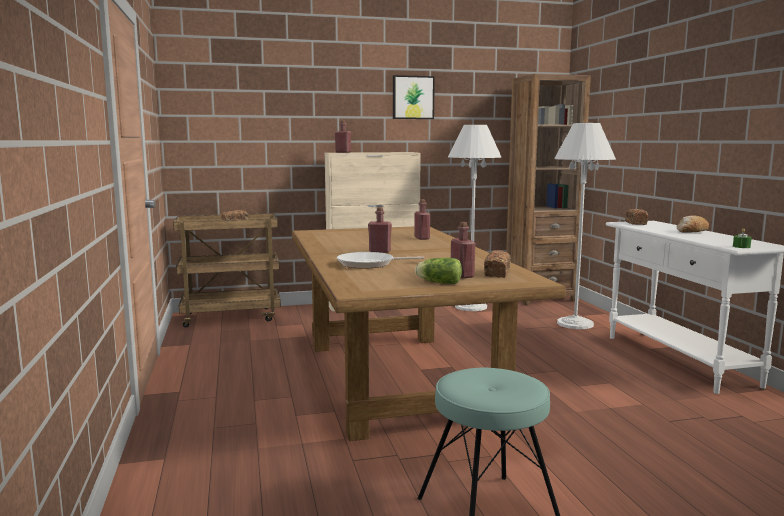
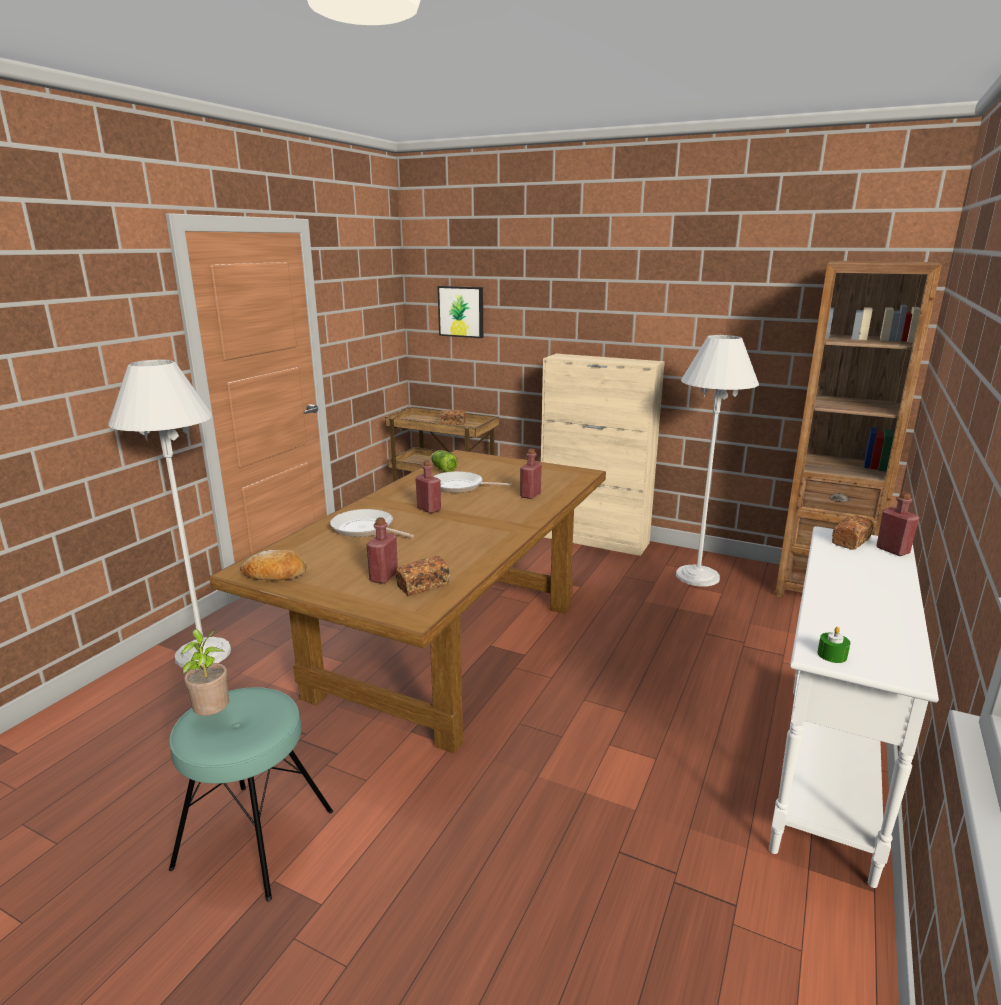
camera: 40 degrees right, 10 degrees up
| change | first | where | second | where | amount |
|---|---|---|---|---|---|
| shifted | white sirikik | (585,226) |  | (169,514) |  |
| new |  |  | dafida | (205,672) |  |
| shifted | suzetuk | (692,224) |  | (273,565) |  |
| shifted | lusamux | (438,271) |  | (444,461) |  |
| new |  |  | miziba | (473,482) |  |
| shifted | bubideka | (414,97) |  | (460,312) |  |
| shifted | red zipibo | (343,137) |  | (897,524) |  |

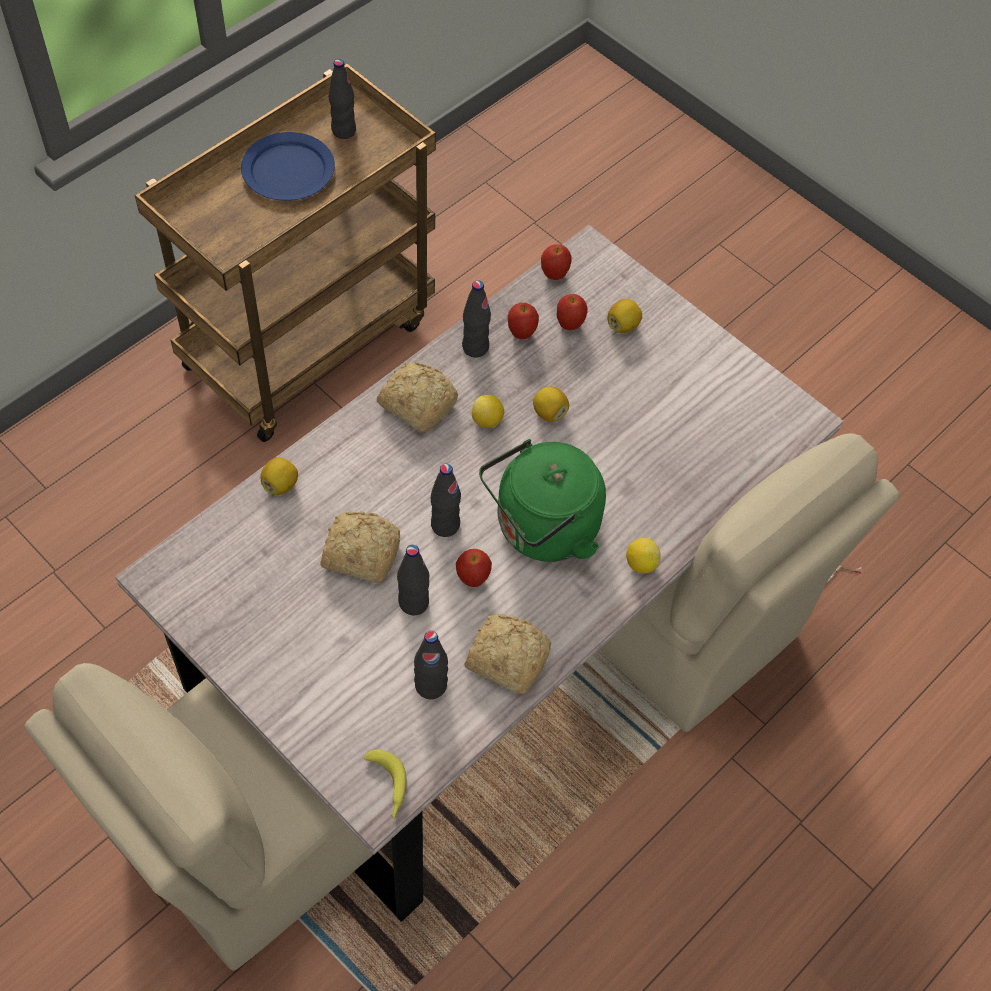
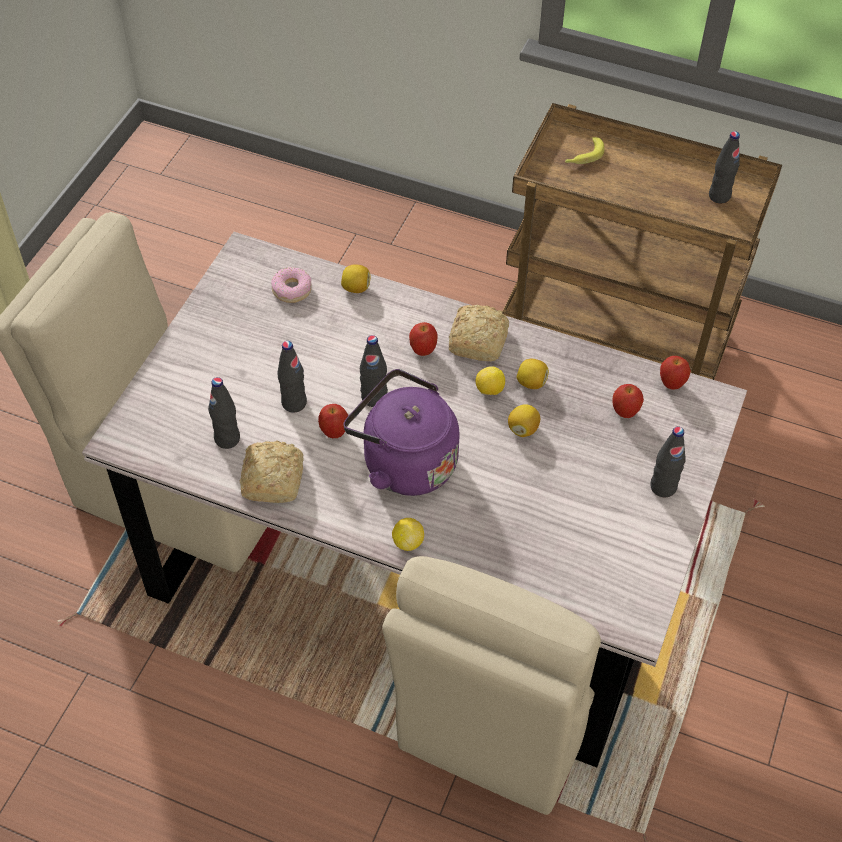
camera: 70 degrees right, 5 degrees down
| change | first | where | second | where | amount |
|---|---|---|---|---|---|
| new |  |  | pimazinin | (291,285) |  |
| repainted | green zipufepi | (542,500) | purple zipufepi | (401,432) |  |
| shifted | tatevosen | (523,321) |  | (423,339) |  |
| shifted | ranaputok | (624,316) |  | (532,374) |  |
| shifted | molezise | (385,784) |  | (585,150) |  |
| shifted | black zipibo | (476,319) |  | (668,462) |  |
| gone | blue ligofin | (288,166) |  |  |  |
| gone | suzetuk | (360,547) |  |  |  |

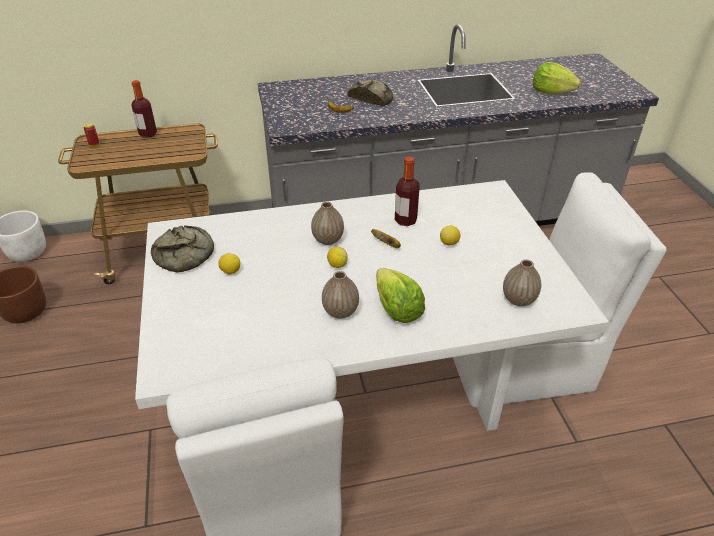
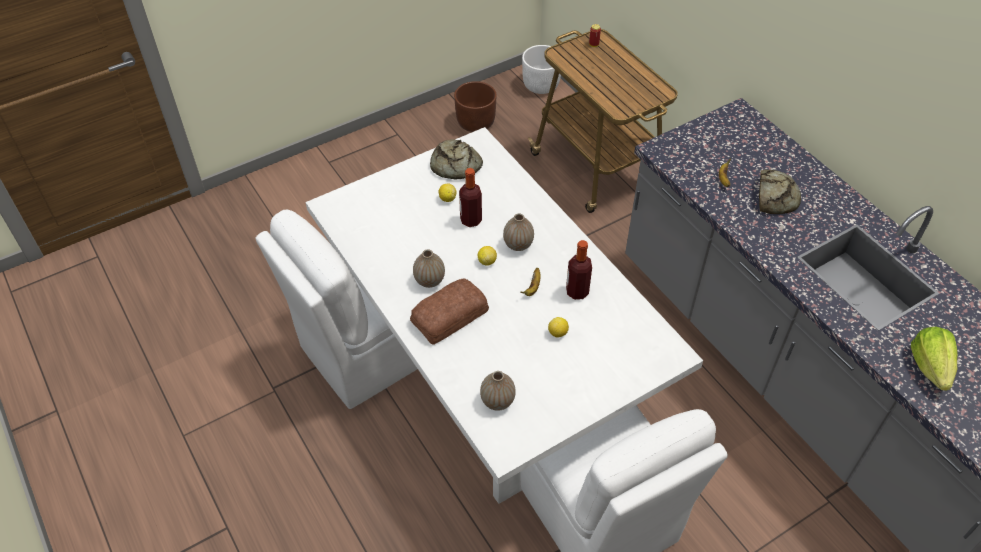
camera: 70 degrees right, 10 degrees up
| change | first | where | second | where | amount |
|---|---|---|---|---|---|
| swapped | lusamux | (400,295) | suzetuk | (449,312) |  |
| shifted | zipibo | (144,109) |  | (470,197) |  |

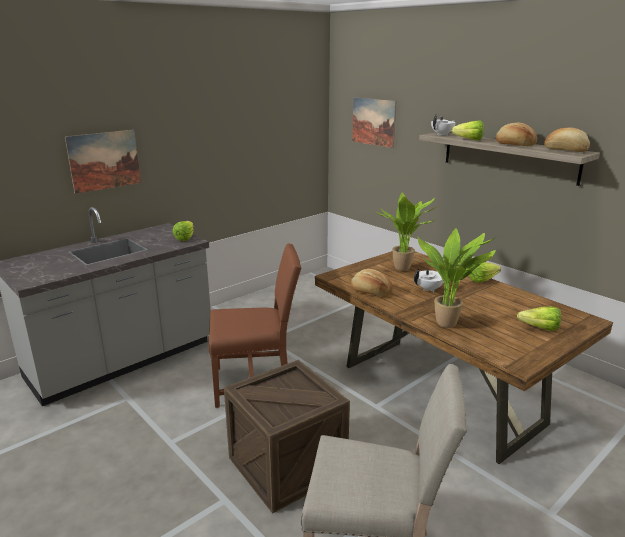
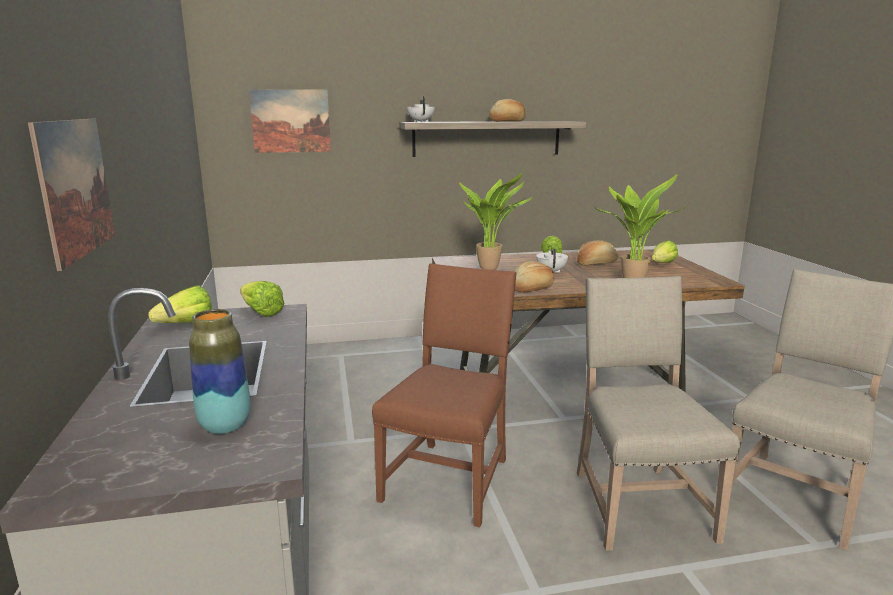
camera: 60 degrees left, 5 degrees down
| change | first | where | second | where | amount |
|---|---|---|---|---|---|
| shifted | lusamux | (468,130) |  | (180,304) |  |
| new |  |  | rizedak | (220,371) |  |
| shifted | suzetuk | (567,139) |  | (597,253) |  |
| swapped | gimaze | (287,437) | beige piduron | (658,413) |  |

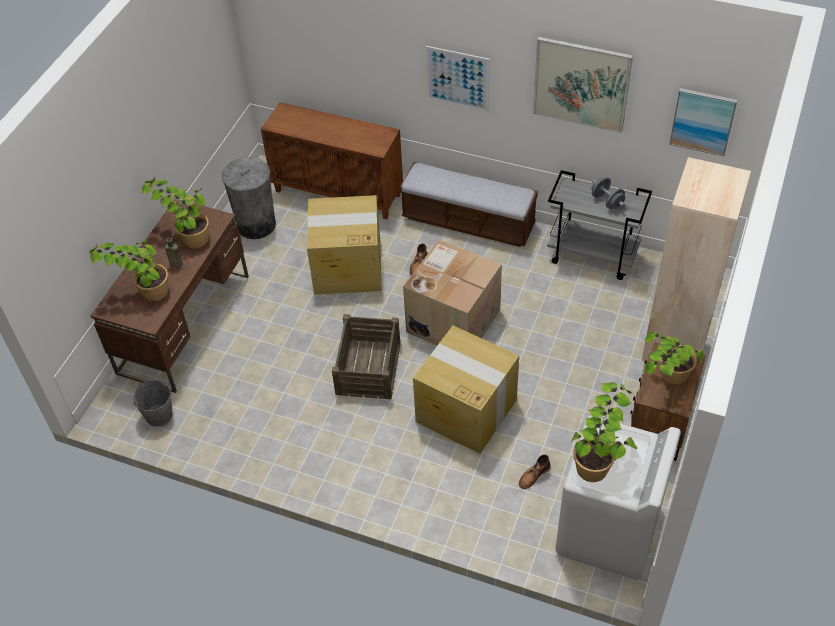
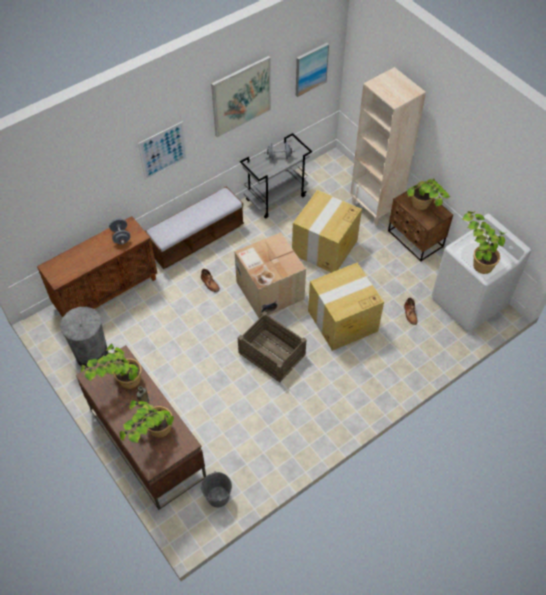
camera: 60 degrees left, 5 degrees up
| change | first | where | second | where | amount |
|---|---|---|---|---|---|
| new |  |  | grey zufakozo | (120,231) |  |
| shifted | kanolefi | (344,245) |  | (327,231) |  |

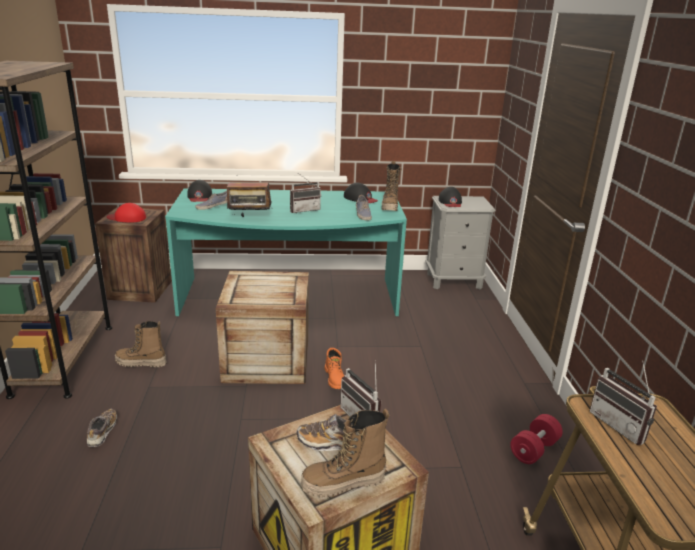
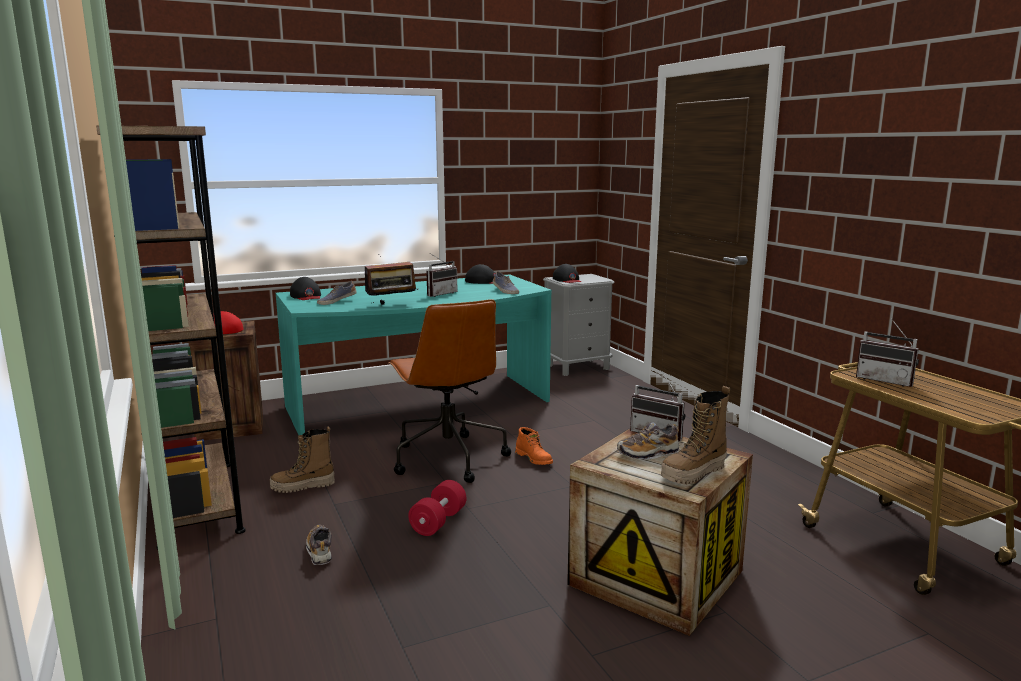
camera: 20 degrees left, 10 degrees down
| change | first | where | second | where | amount |
|---|---|---|---|---|---|
| swapped | gimaze | (262,327) | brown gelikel | (449,391) |  |
| shifted | red zufakozo | (536,439) |  | (437,508) |  |
| gone | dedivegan | (391,186) |  |  |  |

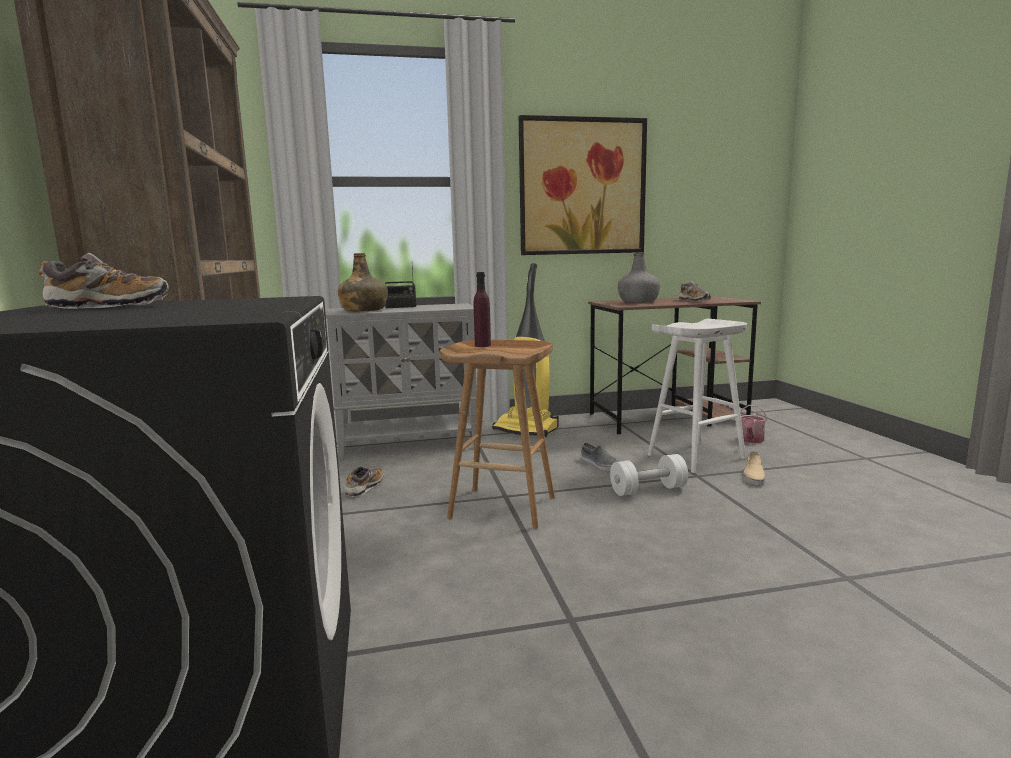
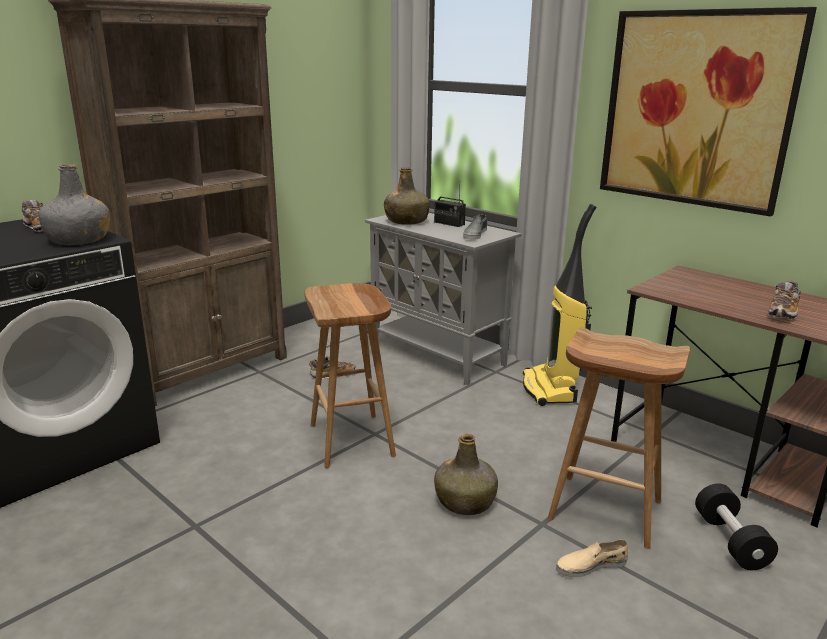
camera: 55 degrees right, 10 degrees up
| change | first | where | second | where | amount |
|---|---|---|---|---|---|
| shifted | grey zipibo | (639,277) |  | (74,204) |  |
| swapped | white zufakozo | (649,475) | green zipibo | (466,474) |  |
| shifted | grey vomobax | (600,457) |  | (475,226) |  |
| repainted | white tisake | (697,396) | brown tisake | (619,438) |  |
| swapped | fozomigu | (753,424) | black zufakozo | (736,527) |  |
| gone | purple zipibo | (482,309) |  |  |  |

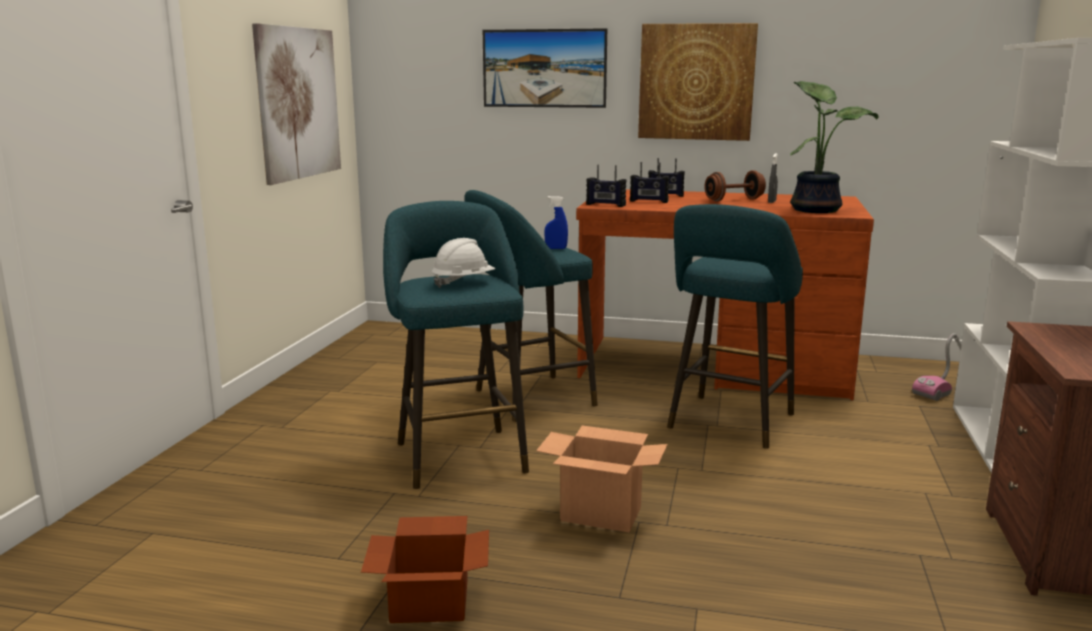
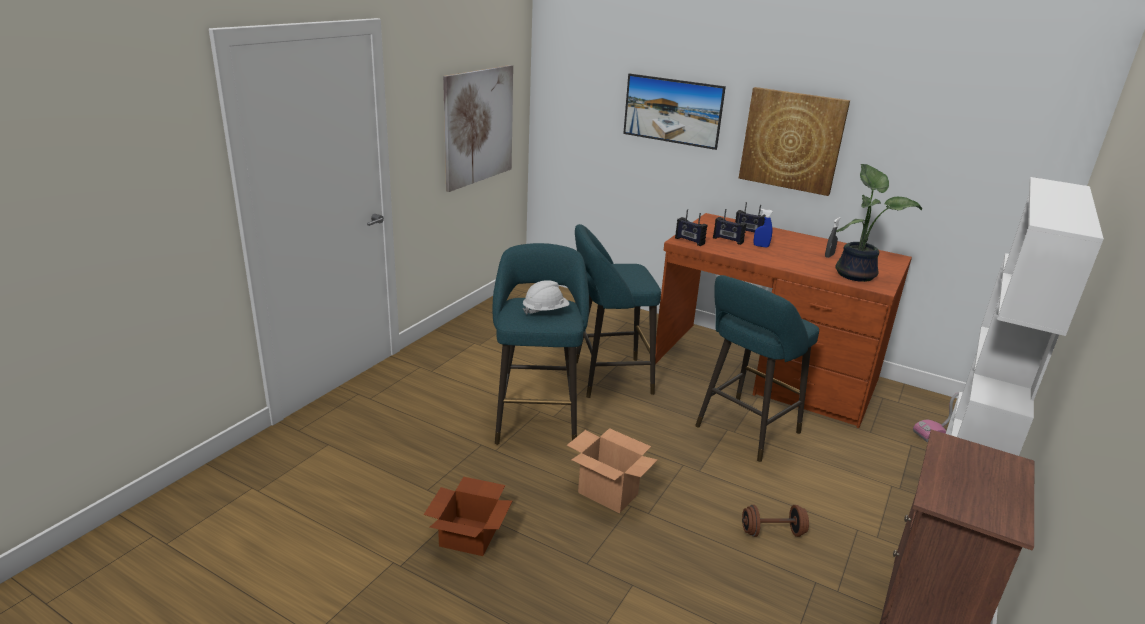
camera: 15 degrees right, 10 degrees up
| change | first | where | second | where | amount |
|---|---|---|---|---|---|
| shifted | brown zufakozo | (735,186) |  | (775,521) |  |
| shifted | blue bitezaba | (556,222) |  | (763,228) |  |

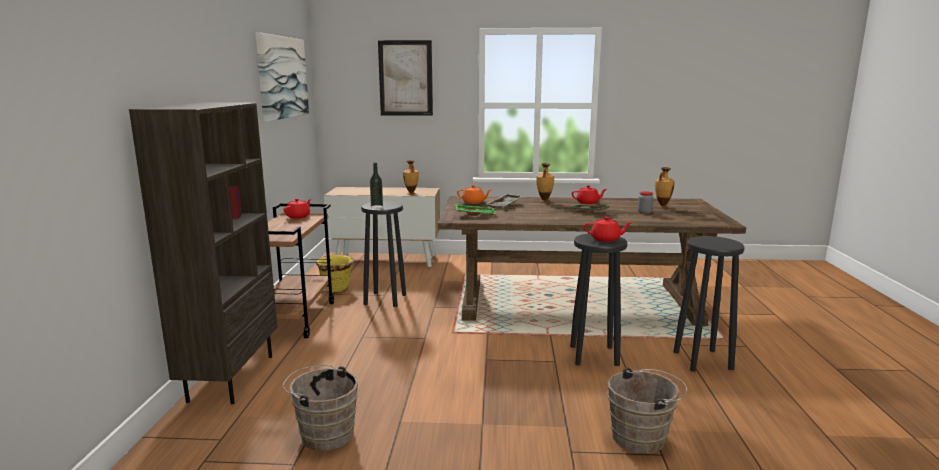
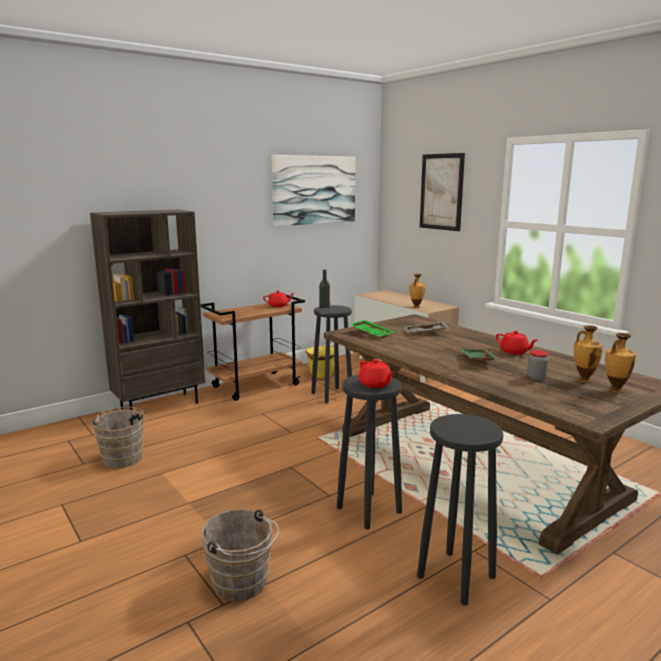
camera: 50 degrees right, 0 degrees up
| change | first | where | second | where | amount |
|---|---|---|---|---|---|
| shifted | rizedak | (545,183) |  | (620,363) |  |
| gone | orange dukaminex | (474,194) |  |  |  |

